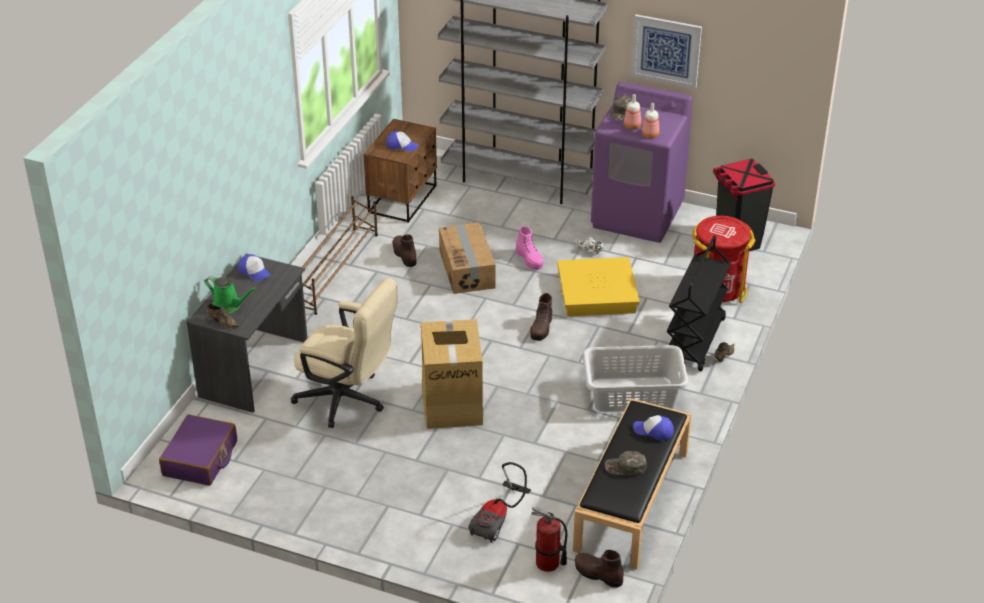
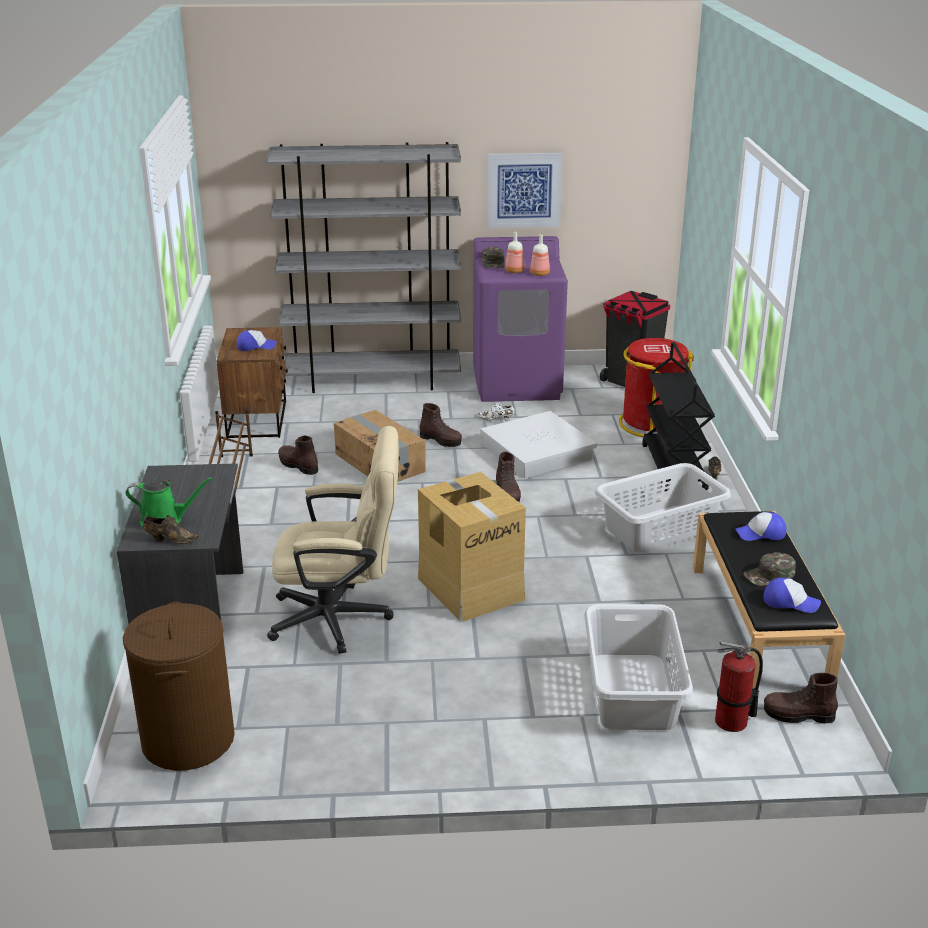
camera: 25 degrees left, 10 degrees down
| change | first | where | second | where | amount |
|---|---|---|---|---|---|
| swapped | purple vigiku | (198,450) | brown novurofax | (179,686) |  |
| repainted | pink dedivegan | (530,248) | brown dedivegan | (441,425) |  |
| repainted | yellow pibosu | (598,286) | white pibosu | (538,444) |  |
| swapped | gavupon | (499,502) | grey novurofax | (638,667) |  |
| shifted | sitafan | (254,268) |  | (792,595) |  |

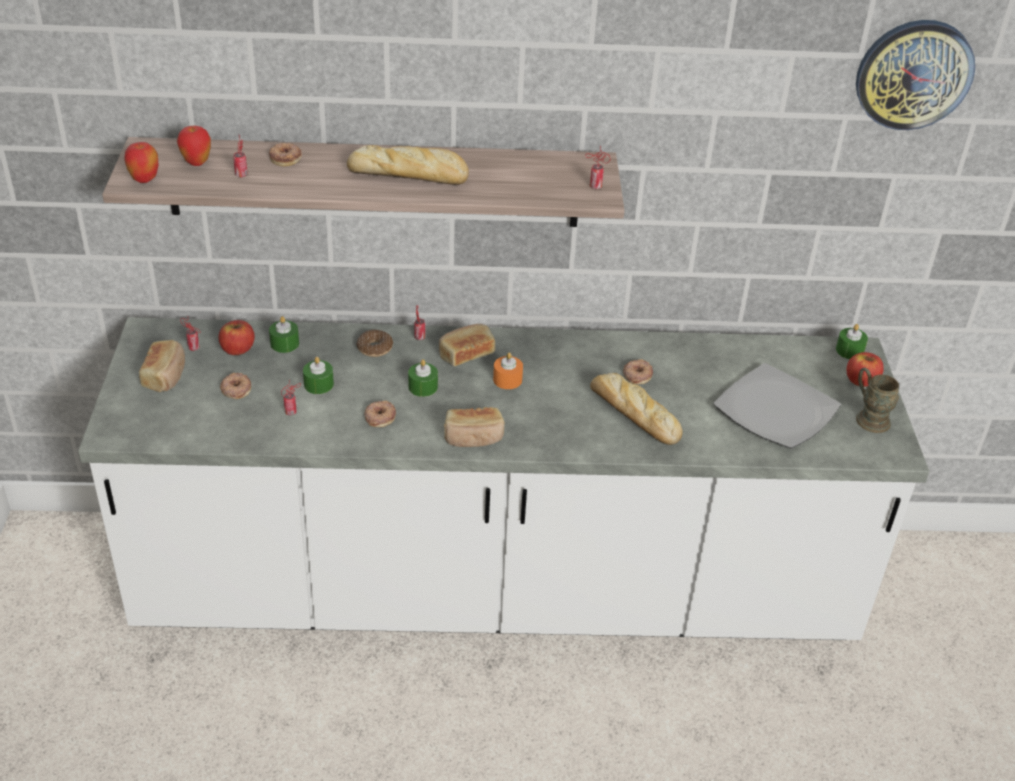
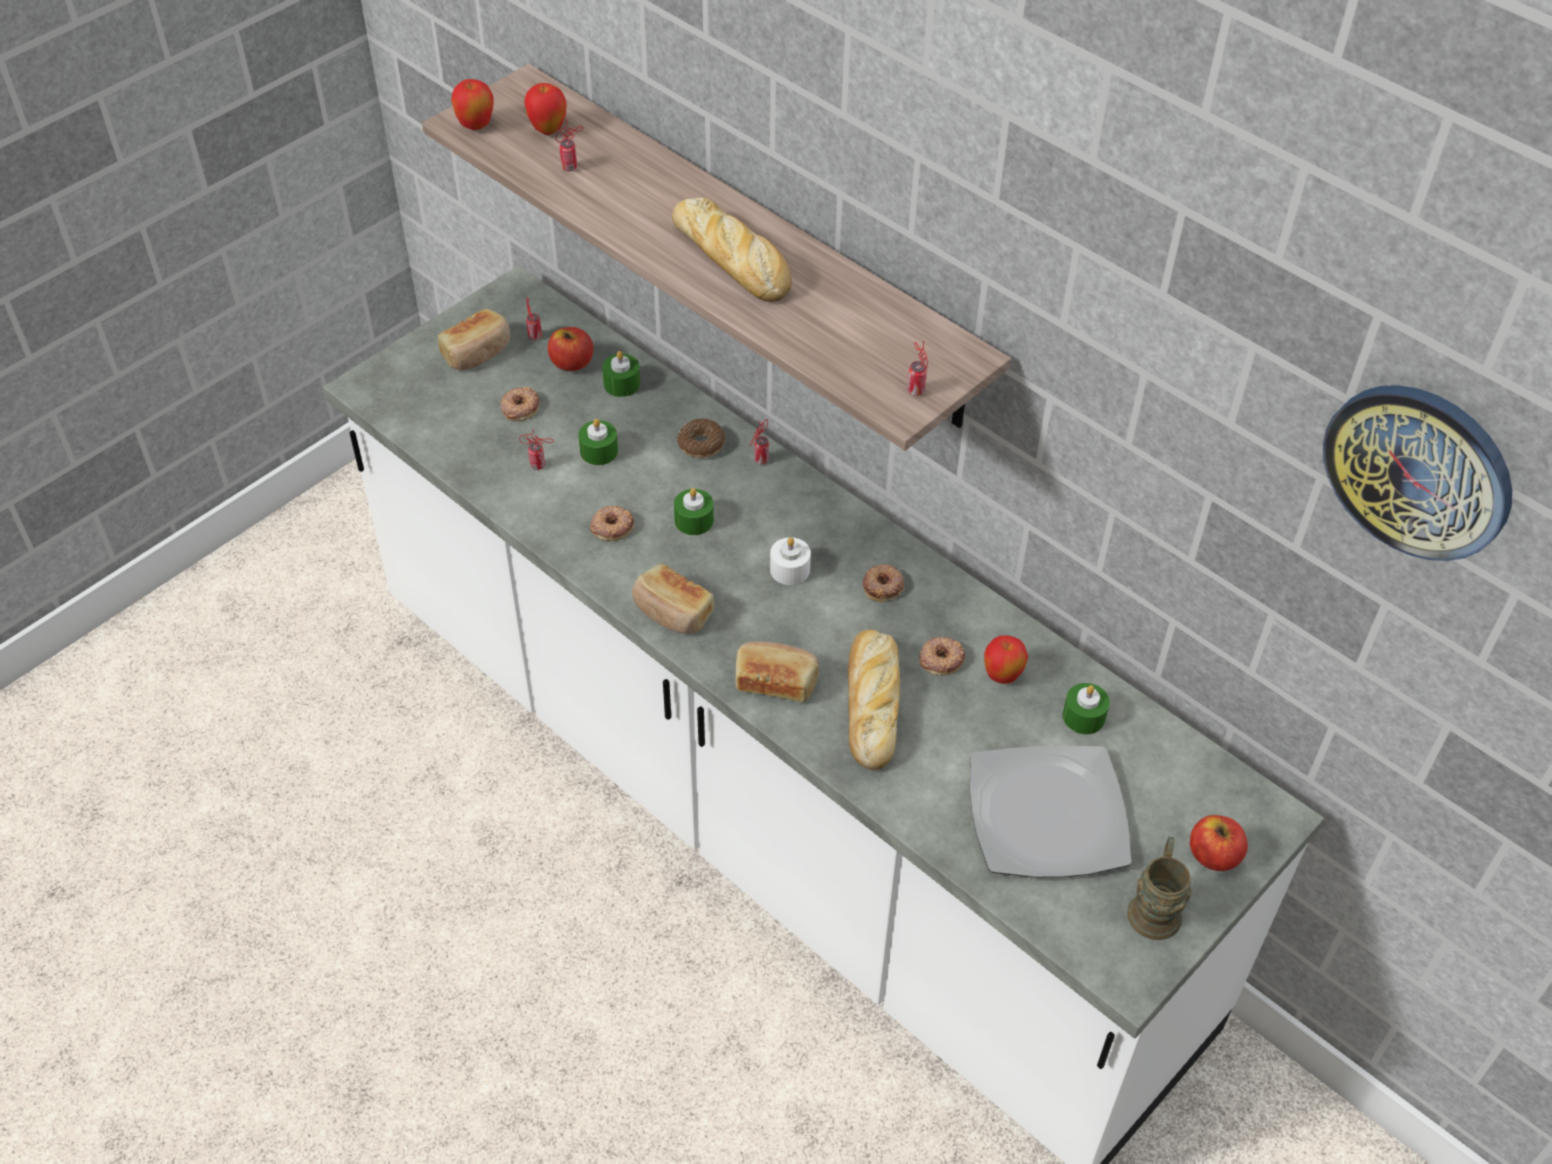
camera: 45 degrees right, 10 degrees up
| change | first | where | second | where | amount |
|---|---|---|---|---|---|
| shifted | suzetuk | (467,345) |  | (777,671) |  |
| repainted | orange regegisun | (508,370) | white regegisun | (790,561) |  |
| shifted | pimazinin | (285,154) |  | (883,583) |  |
| new |  |  | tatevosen | (1006,659) |  |
| shifted | green regegisun | (852,341) |  | (1086,708) |  |

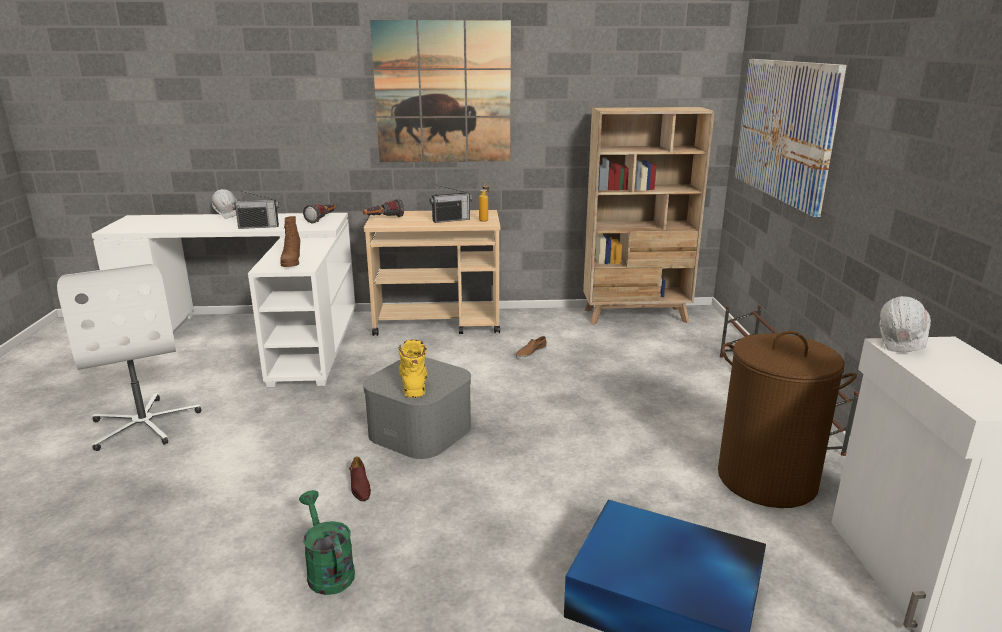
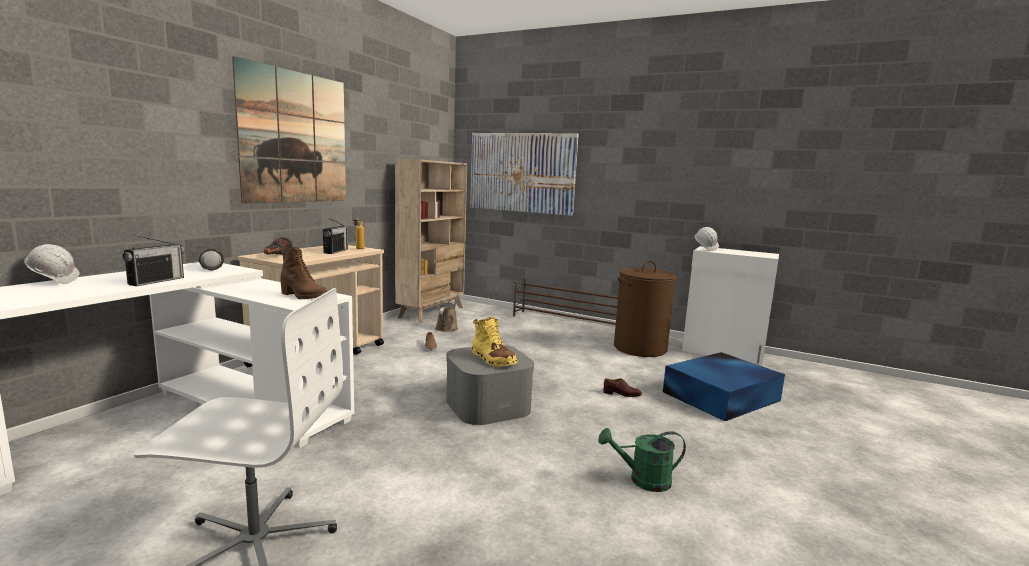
camera: 60 degrees left, 10 degrees down
| change | first | where | second | where | amount |
|---|---|---|---|---|---|
| new |  |  | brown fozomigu | (447,312) |  |
| rotated | yellow dedivegan | (412,369) |  | (495,341) | 150 degrees counterclockwise |
| shifted | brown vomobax | (360,478) |  | (622,387) |  |

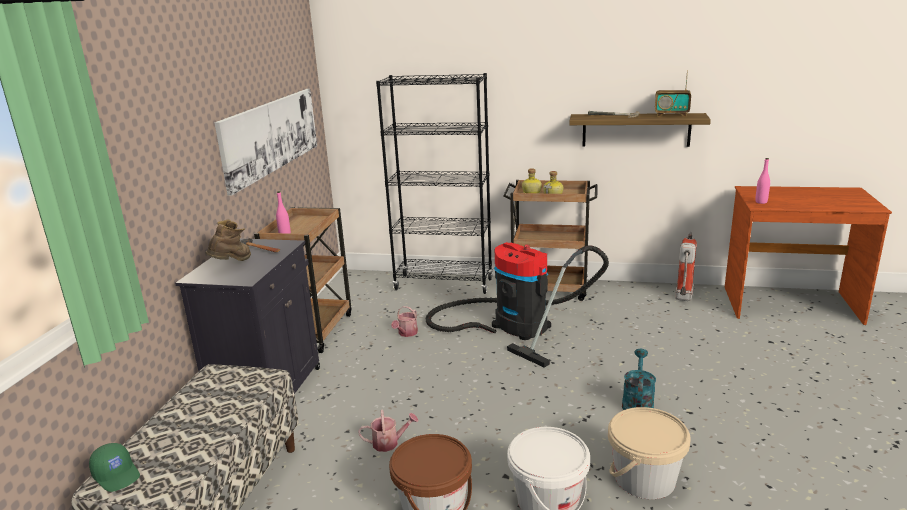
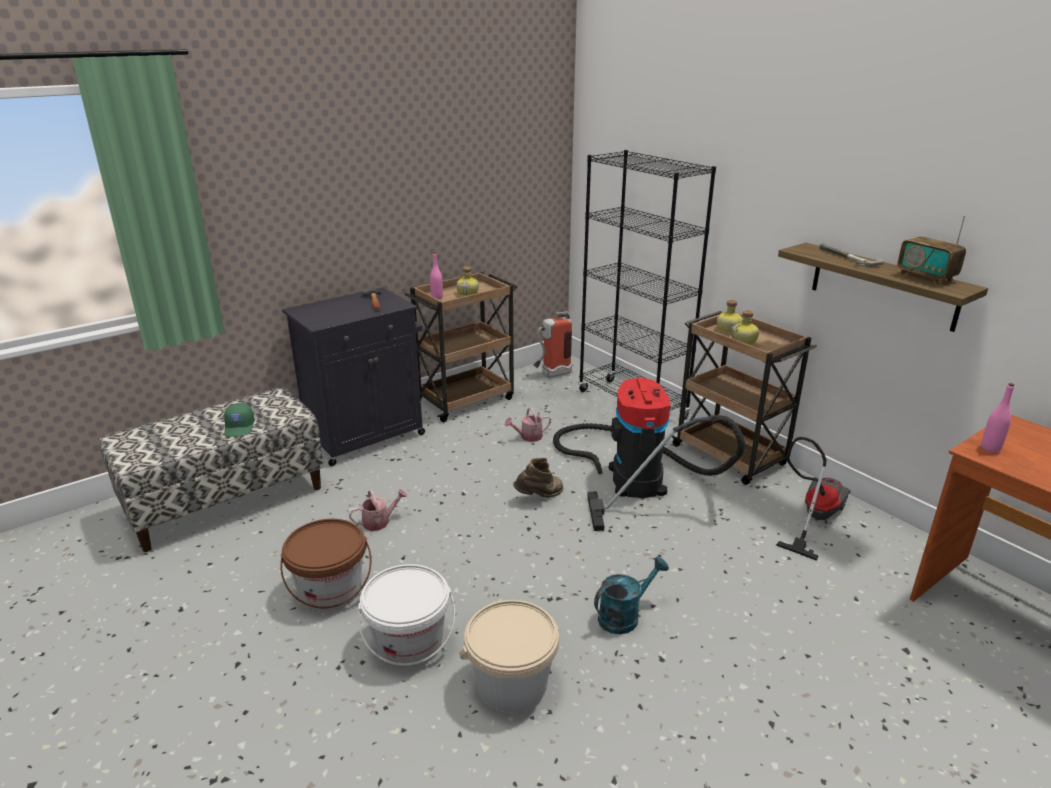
camera: 40 degrees right, 5 degrees up
| change | first | where | second | where | amount |
|---|---|---|---|---|---|
| shifted | green sitafan | (114,467) |  | (239,420) |  |
| rotated | fozomigu | (388,431) |  | (378,510) | 60 degrees counterclockwise |
| new |  |  | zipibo | (467,281) |  |
| shifted | brown dedivegan | (228,240) |  | (538,477) |  |
| shifted | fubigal | (686,266) |  | (552,344) |  |
| new |  |  | gavupon | (813,499) |  |
| gone | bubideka | (266,142) |  |  |  |

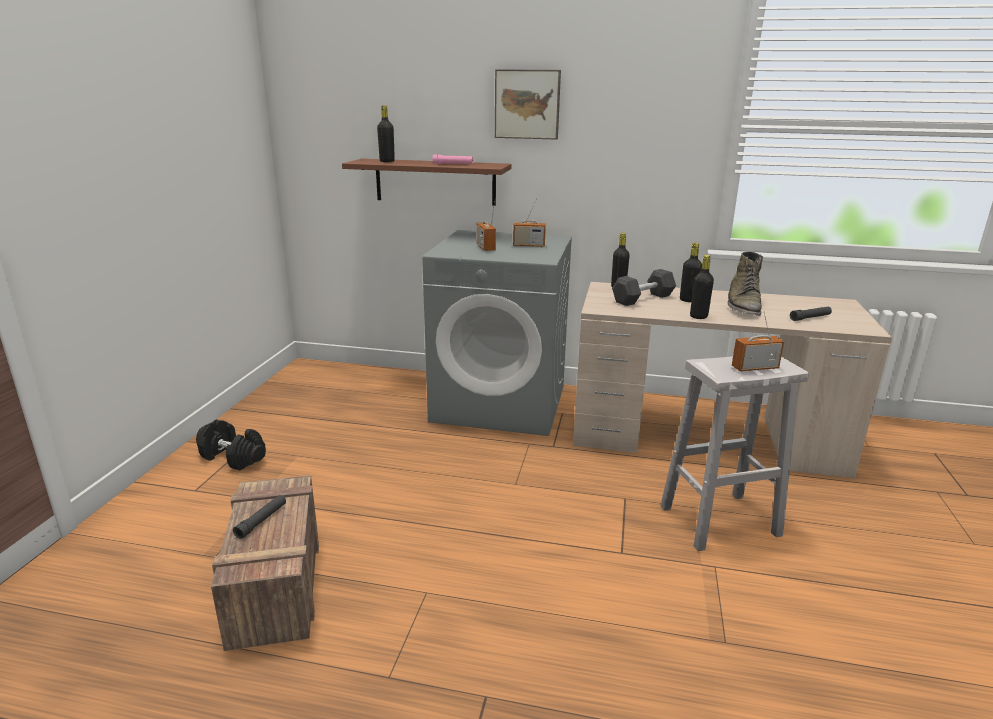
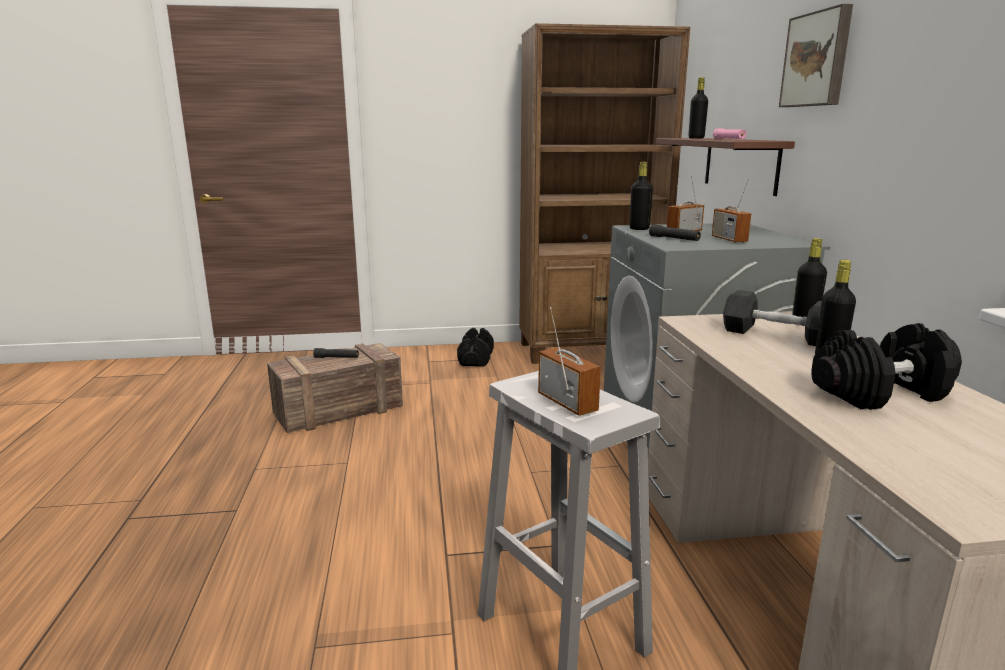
camera: 70 degrees right, 5 degrees down
| change | first | where | second | where | amount |
|---|---|---|---|---|---|
| new |  |  | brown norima | (604,193) |  |
| shifted | black zipibo | (702,287) |  | (641,196) |  |
| shifted | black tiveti | (811,314) |  | (675,232) |  |
| swapped | green dedivegan | (745,284) | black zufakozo | (886,366) |  |

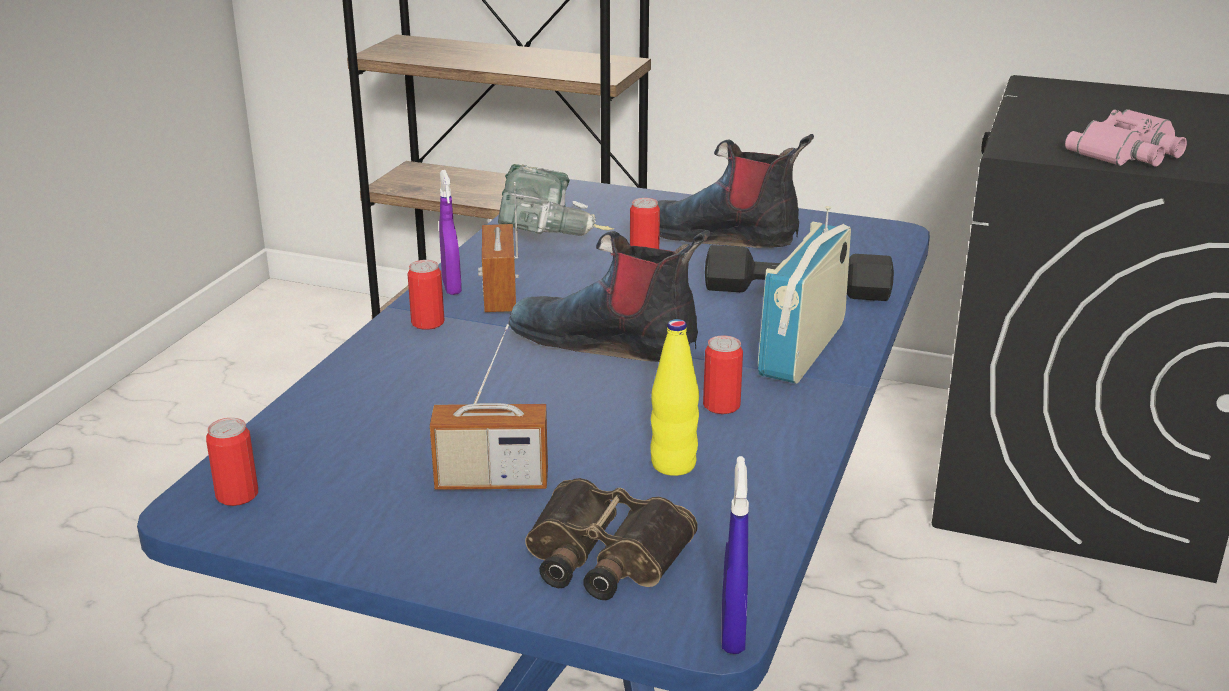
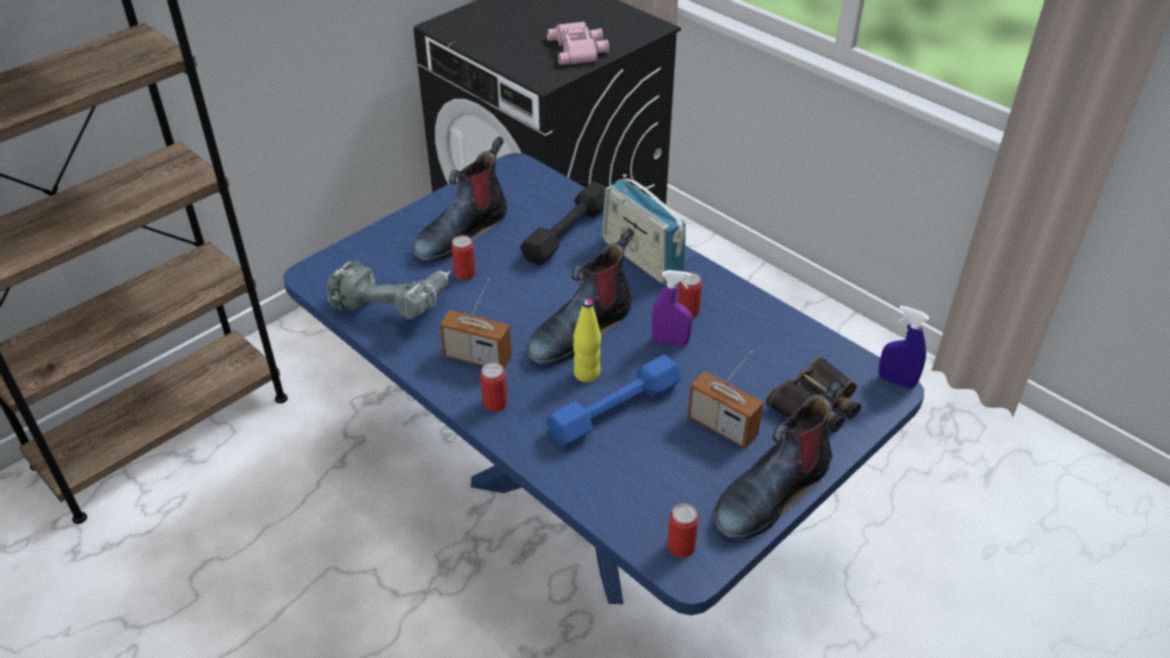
camera: 65 degrees left, 15 degrees up
| change | first | where | second | where | amount |
|---|---|---|---|---|---|
| new |  |  | blue zufakozo | (613,400) |  |
| shifted | yellow zipibo | (674,397) |  | (587,340) |  |
| shifted | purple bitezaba | (450,232) |  | (672,308) |  |
| rotated | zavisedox | (489,407) |  | (725,399) | 105 degrees clockwise |
| new |  |  | dedivegan | (779,459) |  |

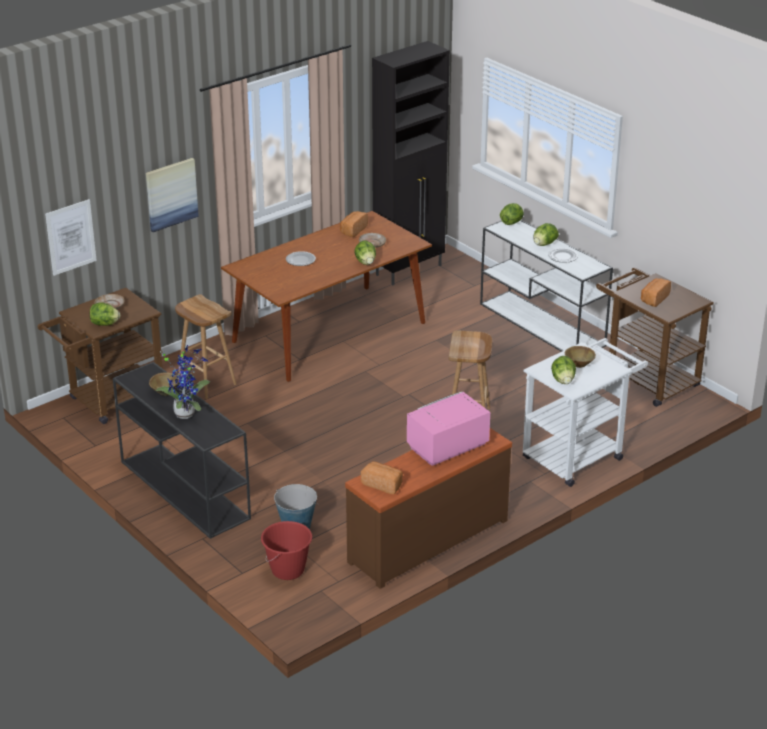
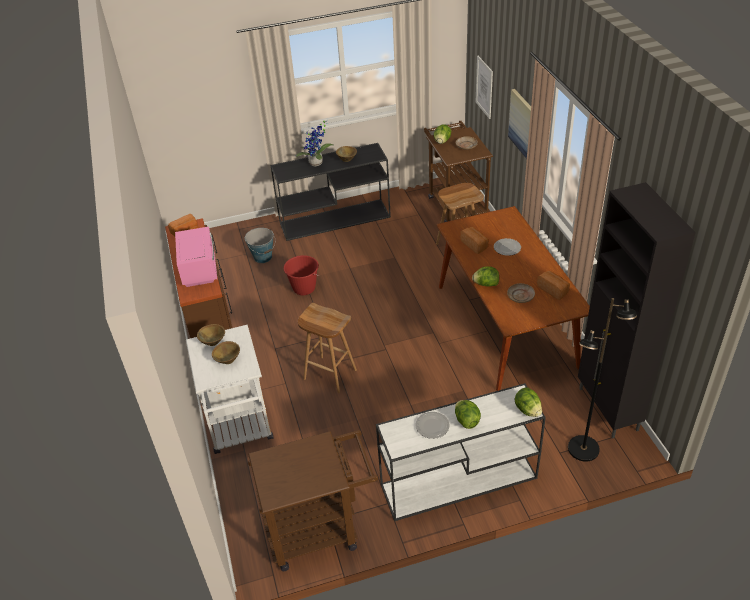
camera: 115 degrees right, 10 degrees up
| change | first | where | second | where | amount |
|---|---|---|---|---|---|
| swapped | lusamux | (563,370) | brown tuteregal | (211,335) |  |
| shifted | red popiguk | (286,550) |  | (301,275) |  |
| shifted | suzetuk | (656,292) |  | (474,240) |  |
| new |  |  | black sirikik | (602,379) |  |

